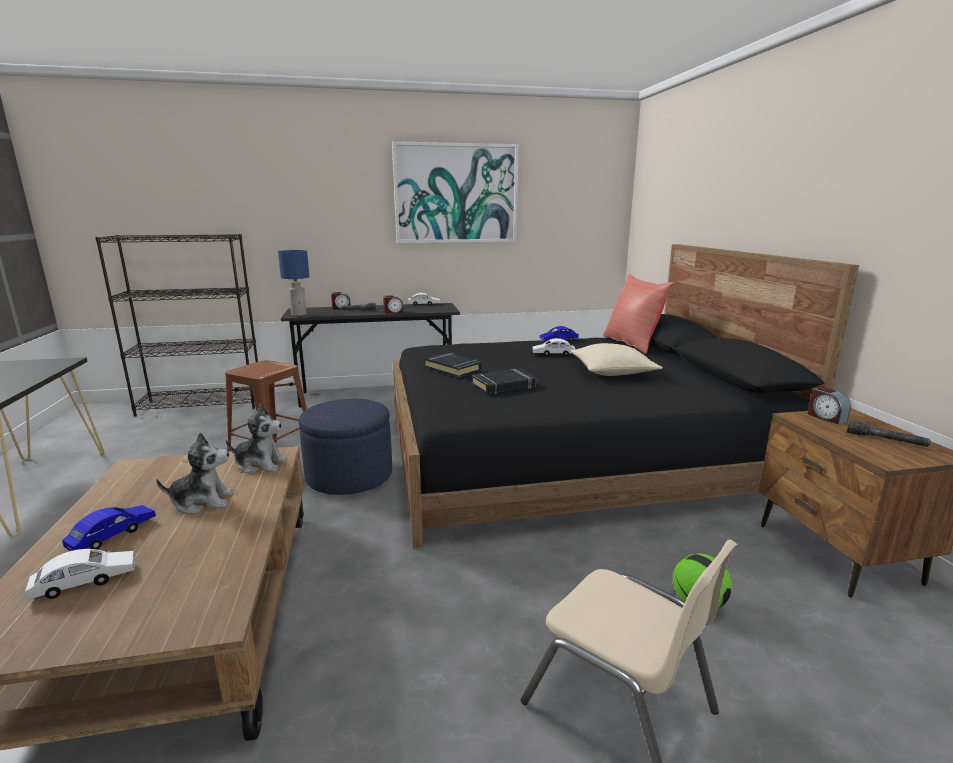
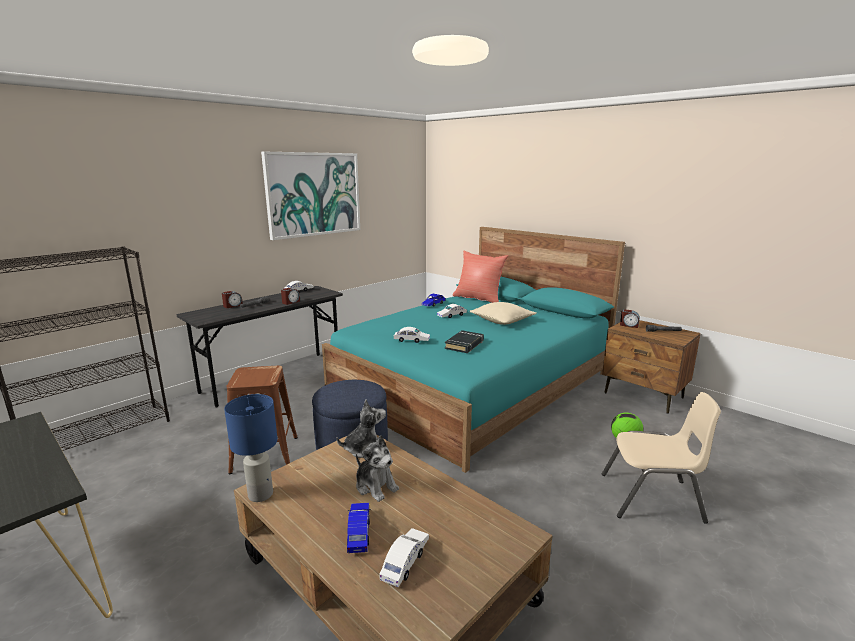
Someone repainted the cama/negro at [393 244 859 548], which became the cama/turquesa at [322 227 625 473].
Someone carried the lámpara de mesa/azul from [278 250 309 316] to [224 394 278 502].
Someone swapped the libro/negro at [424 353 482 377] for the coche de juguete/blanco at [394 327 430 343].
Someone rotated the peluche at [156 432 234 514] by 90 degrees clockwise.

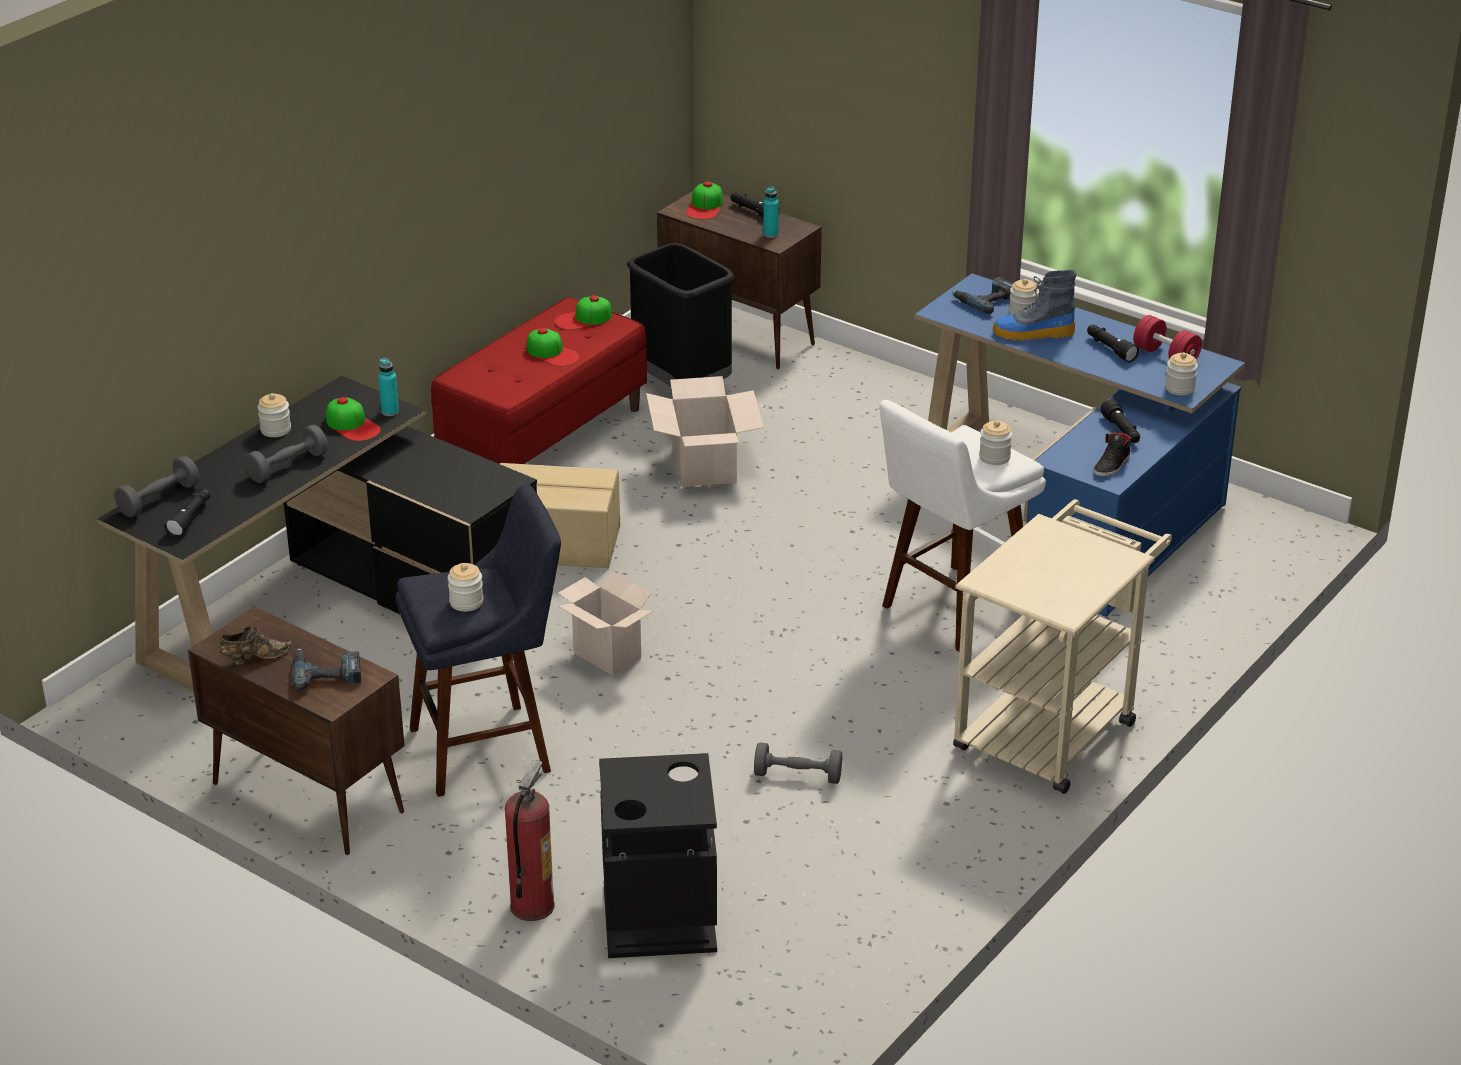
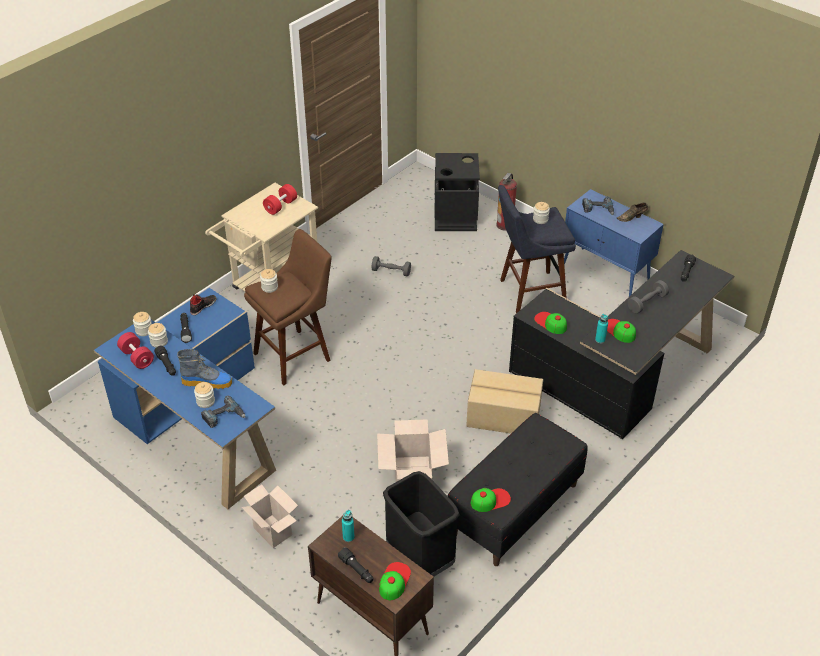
Someone repainted the banco/rojo at [431 297 647 464], which became the banco/negro at [448 413 588 566].
Someone carried the gorra from [527 328 579 366] to [534 312 567 334].
Someone carried the tarro from [257 393 291 437] to [148 323 168 348].
Someone repainted the taburete/blanco at [879 400 1046 652], which became the taburete/marrón at [244 229 332 385].
Someone took away the mancuerna/gris at [115 455 199 518].
Someone carried the caja de cartón from [558 571 653 676] to [242 484 298 548].
Someone repainted the armario/marrón at [188 607 405 855], which became the armario/azul at [564 189 664 297].
Someone put down the mancuerna/rojo at [263 184 297 215].

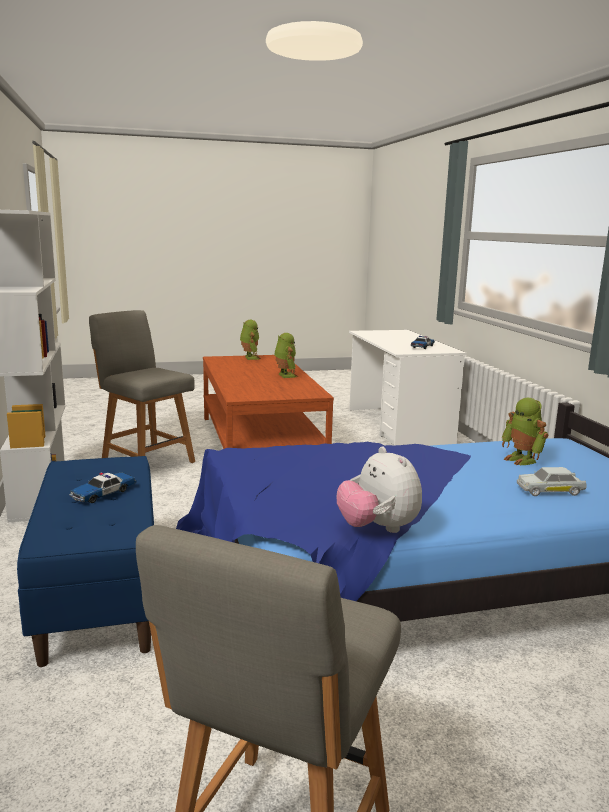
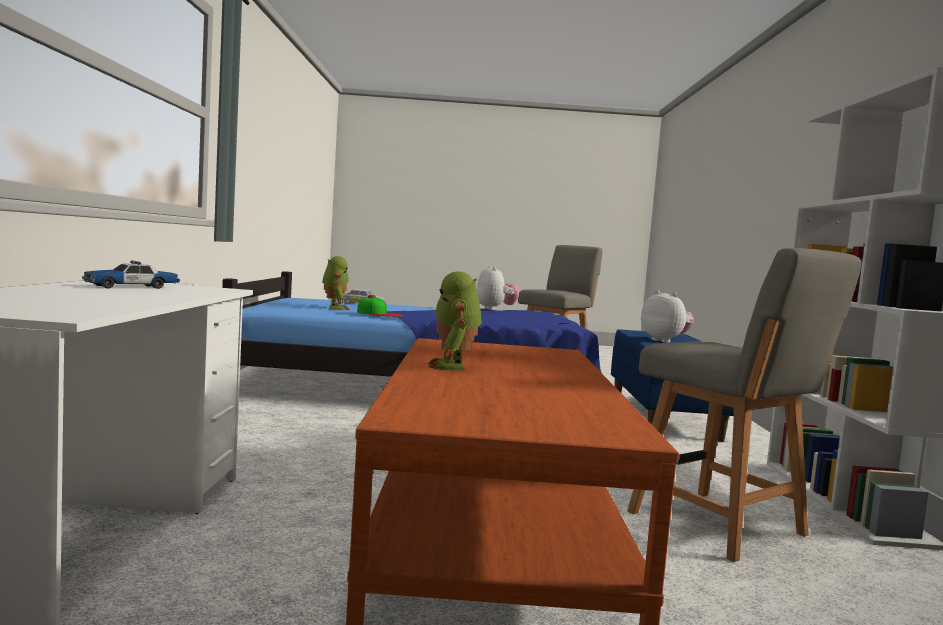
Someone took away the robot de juguete at [240 320 261 360].
Someone swapped the coche de juguete at [69 472 136 503] for the peluche at [641 290 694 343].
Someone put down the gorra at [357 295 404 317].

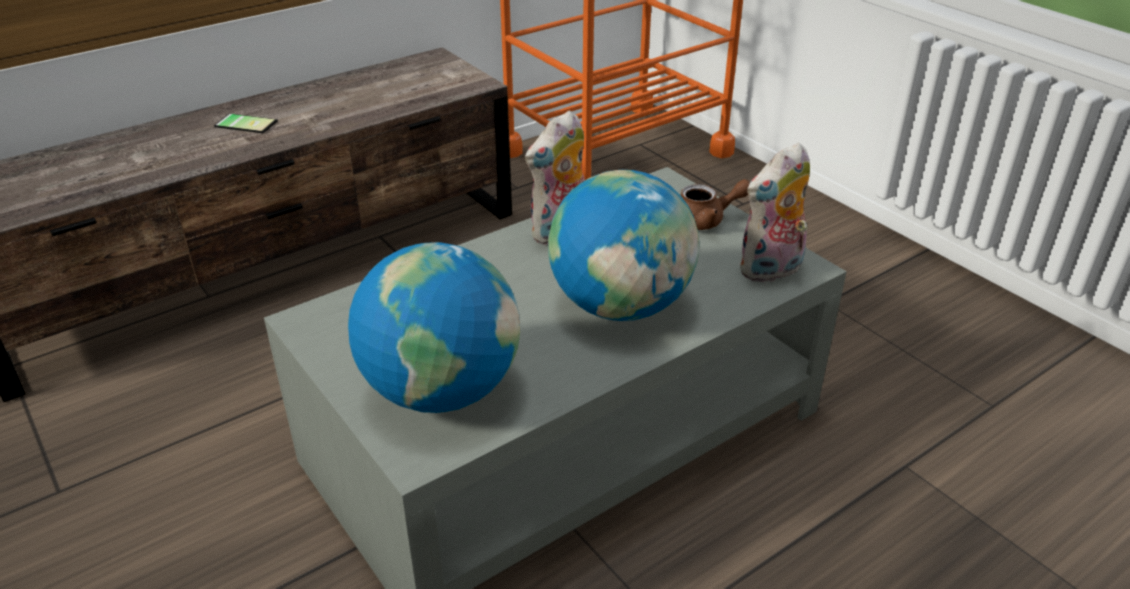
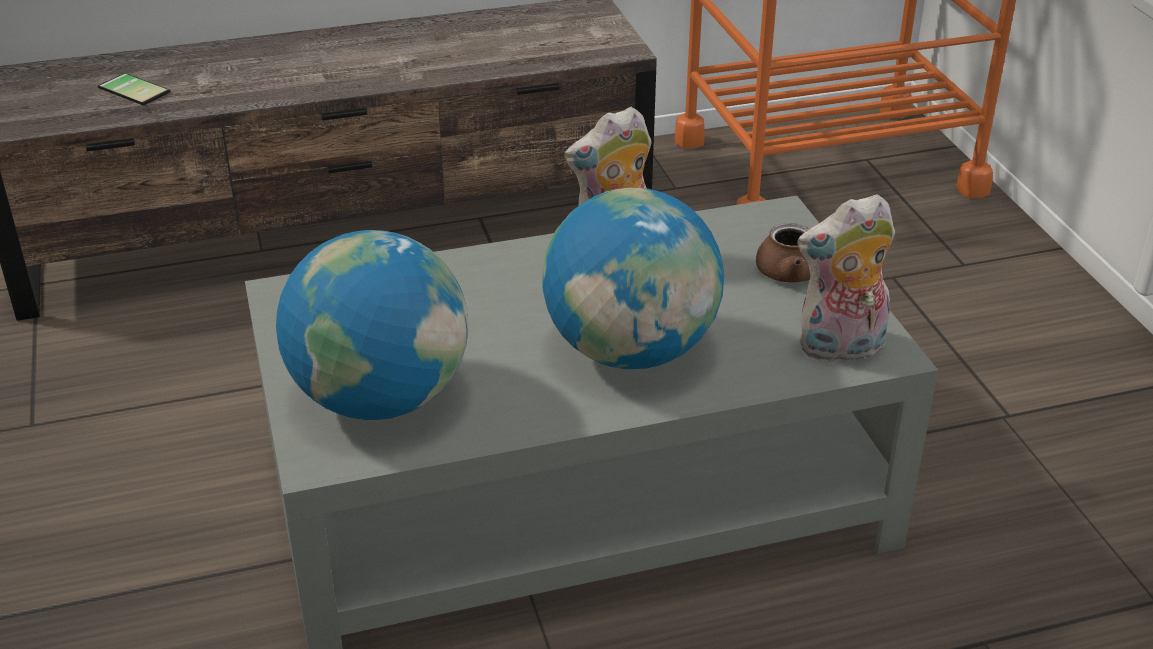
Someone carried the móvil from [214 113 278 134] to [98 73 171 106].

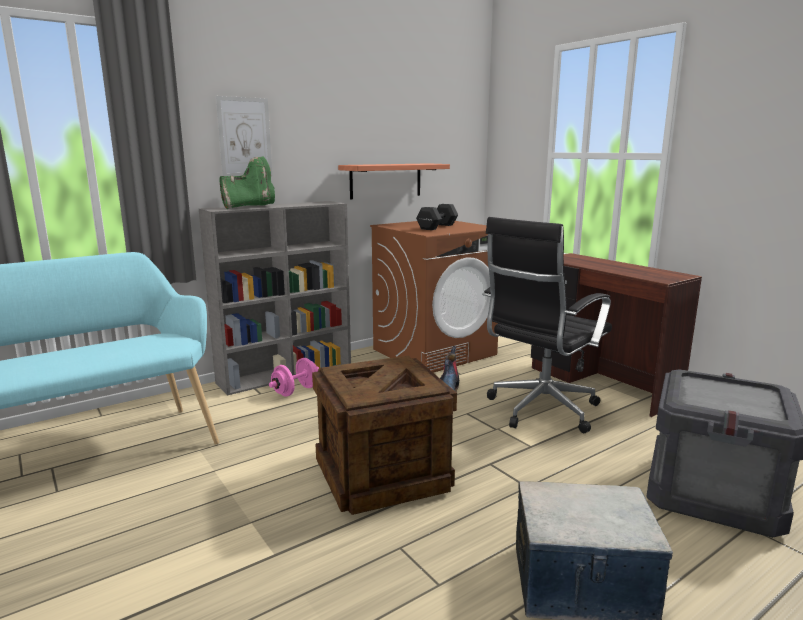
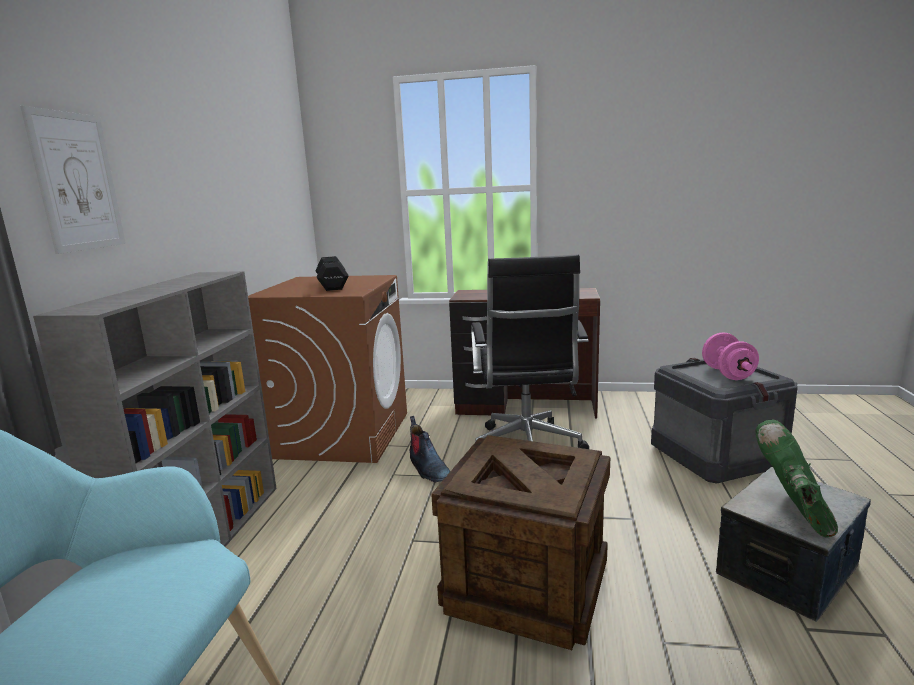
Someone carried the bota/verde from [219 157 275 209] to [755 420 838 538].
Someone took away the estante at [338 163 450 199].
Someone carried the mancuerna/rosa from [269 358 319 397] to [702 332 759 380].

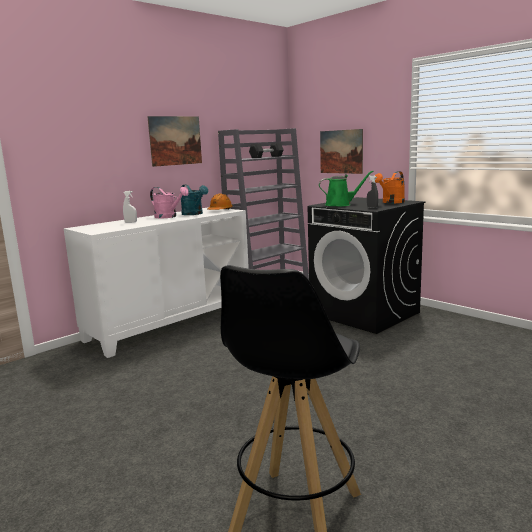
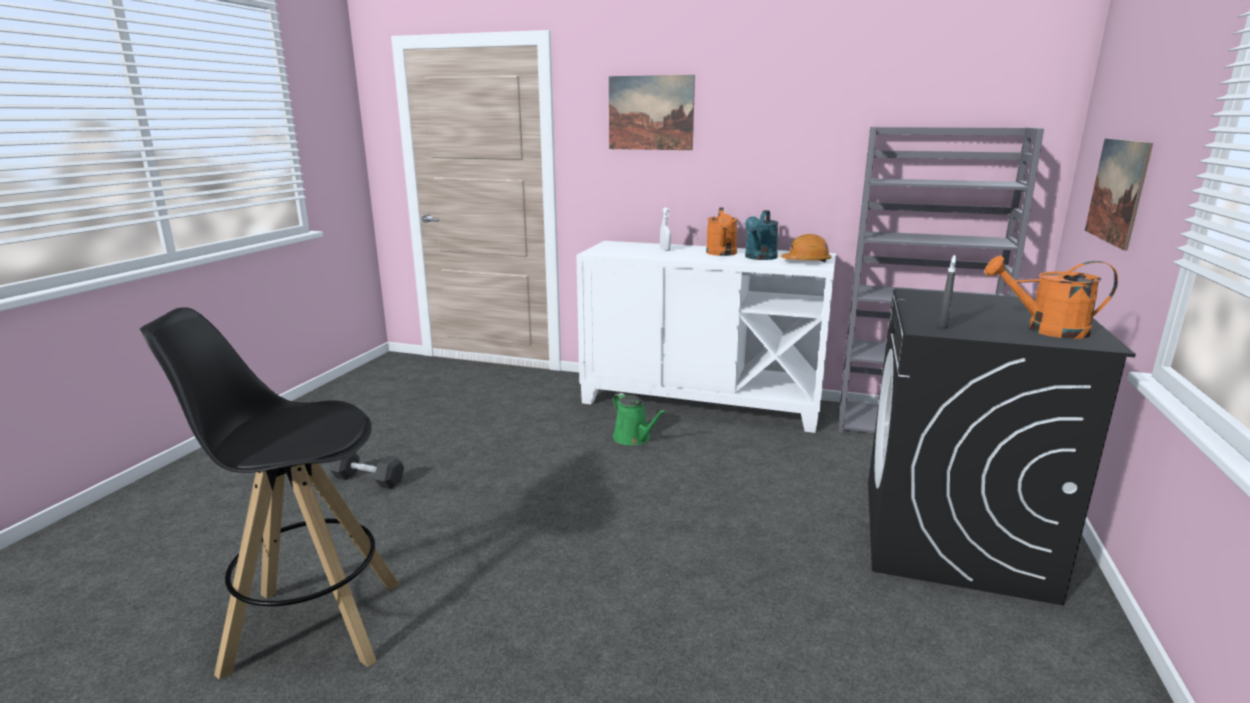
Someone carried the cuadro from [147 116 202 167] to [609 75 695 150].
Someone carried the mancuerna/negro from [249 143 284 158] to [329 452 404 489].
Someone carried the regadera/verde from [319 171 374 206] to [613 393 666 445].
Someone repainted the regadera/rosa at [150 187 189 218], which became the regadera/naranja at [706 207 738 256].

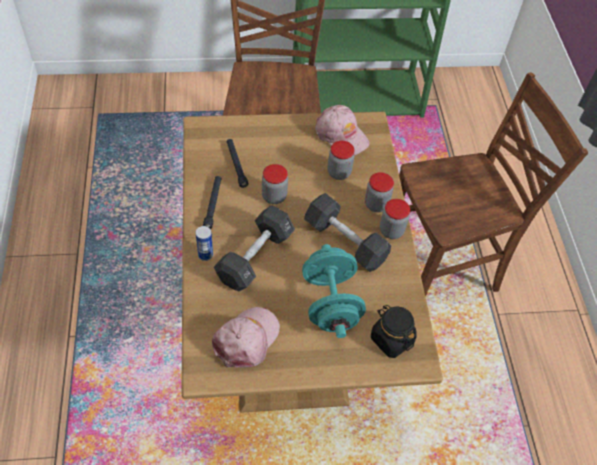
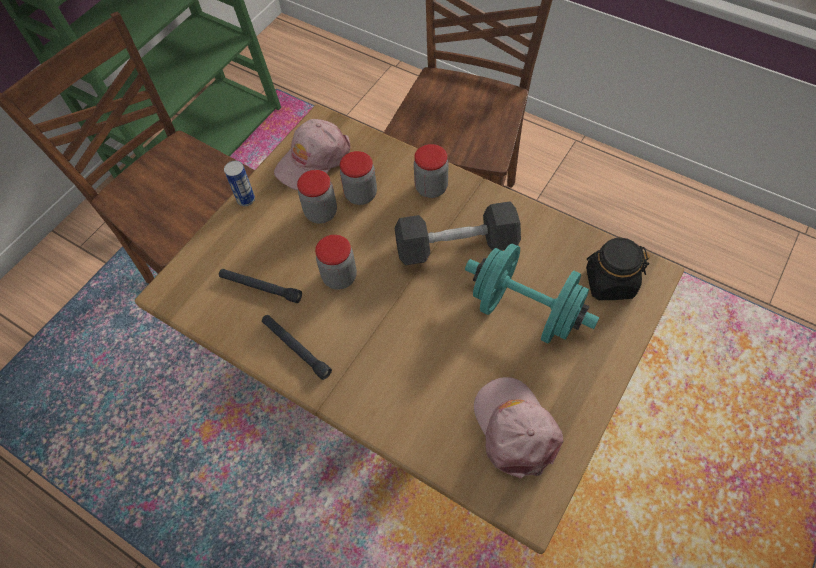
Someone rotated the gorra/rosa at [315 105 370 156] by 135 degrees clockwise.
Someone carried the tarro from [380 199 410 239] to [297 170 337 224].
Someone took away the mancuerna/negro at [214 205 295 291].
Someone carried the lata from [196 226 213 261] to [224 161 255 206].

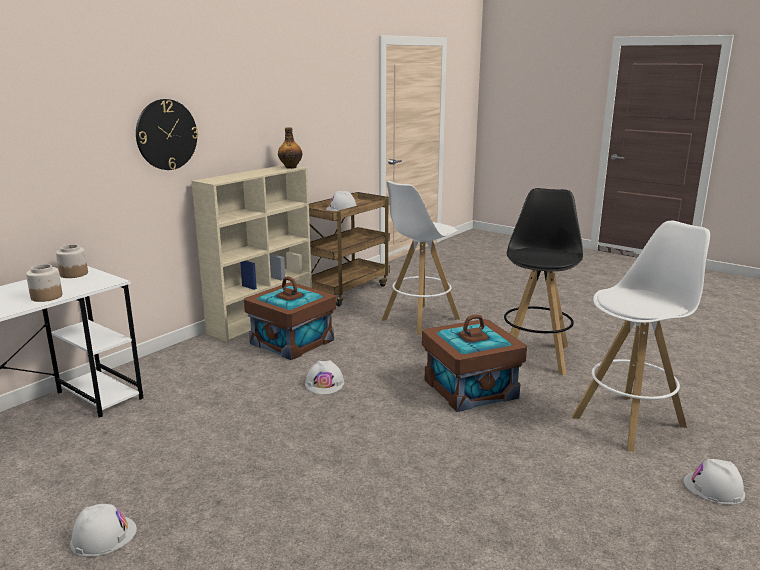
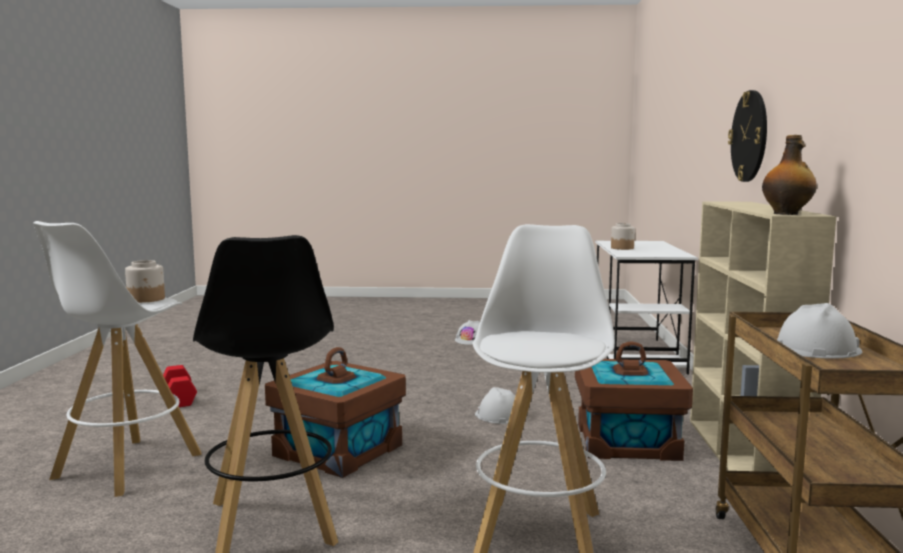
Someone carried the tarro from [56 245 88 278] to [125 260 165 303].
Someone took away the casco/blanco at [683 459 745 504].
Someone put down the mancuerna/rojo at [163 365 197 407].

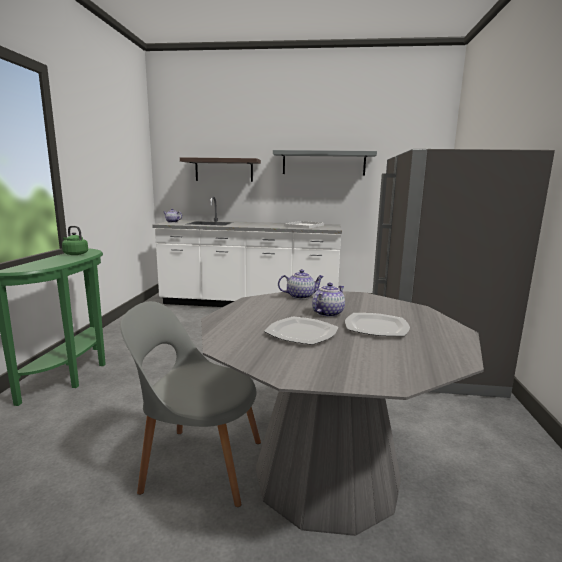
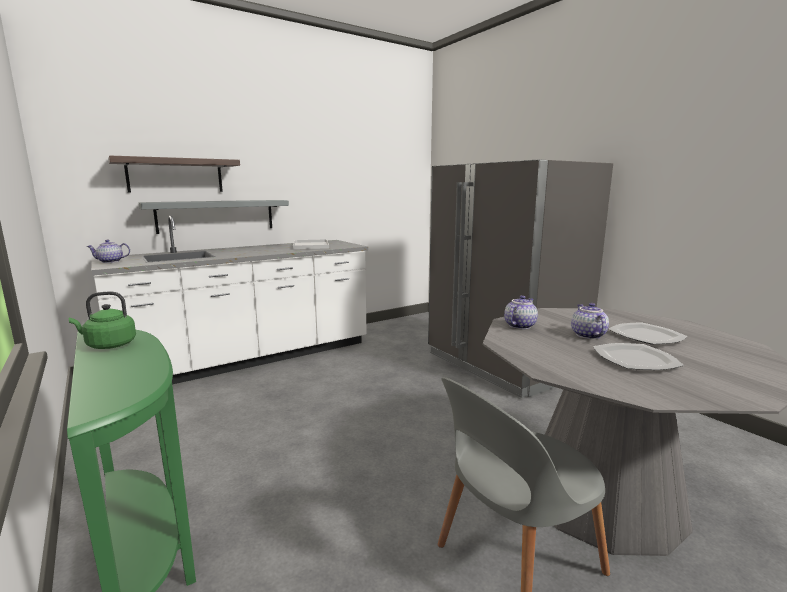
Someone carried the estante/gris from [273 150 377 175] to [139 200 289 234].

